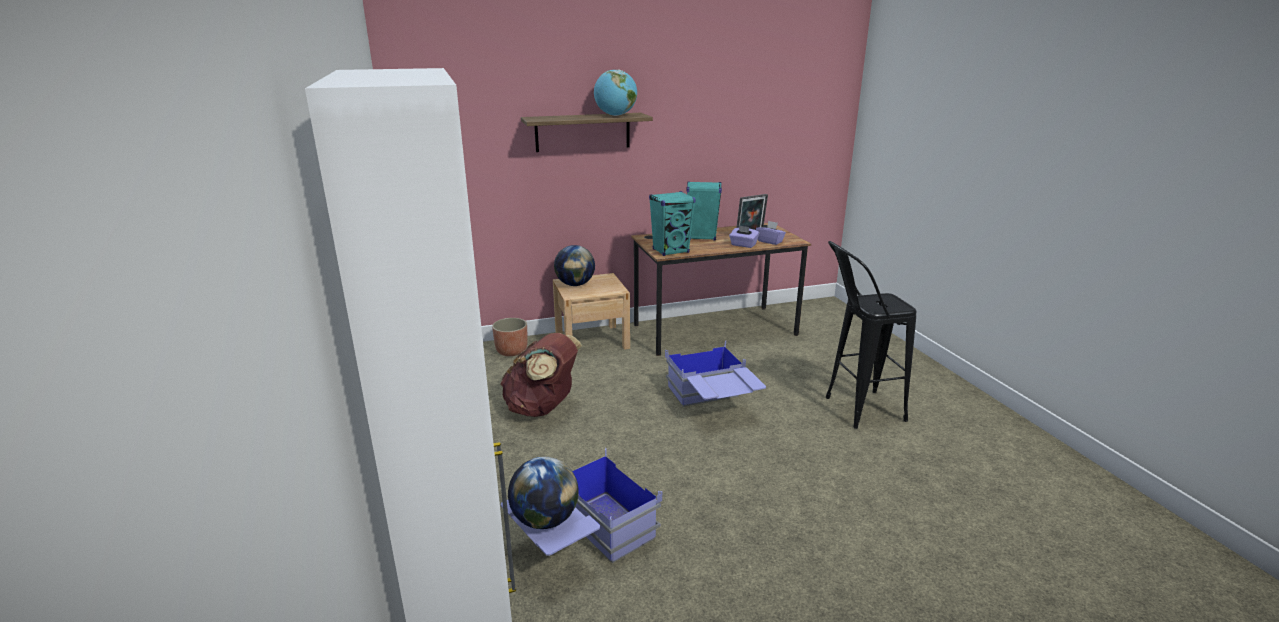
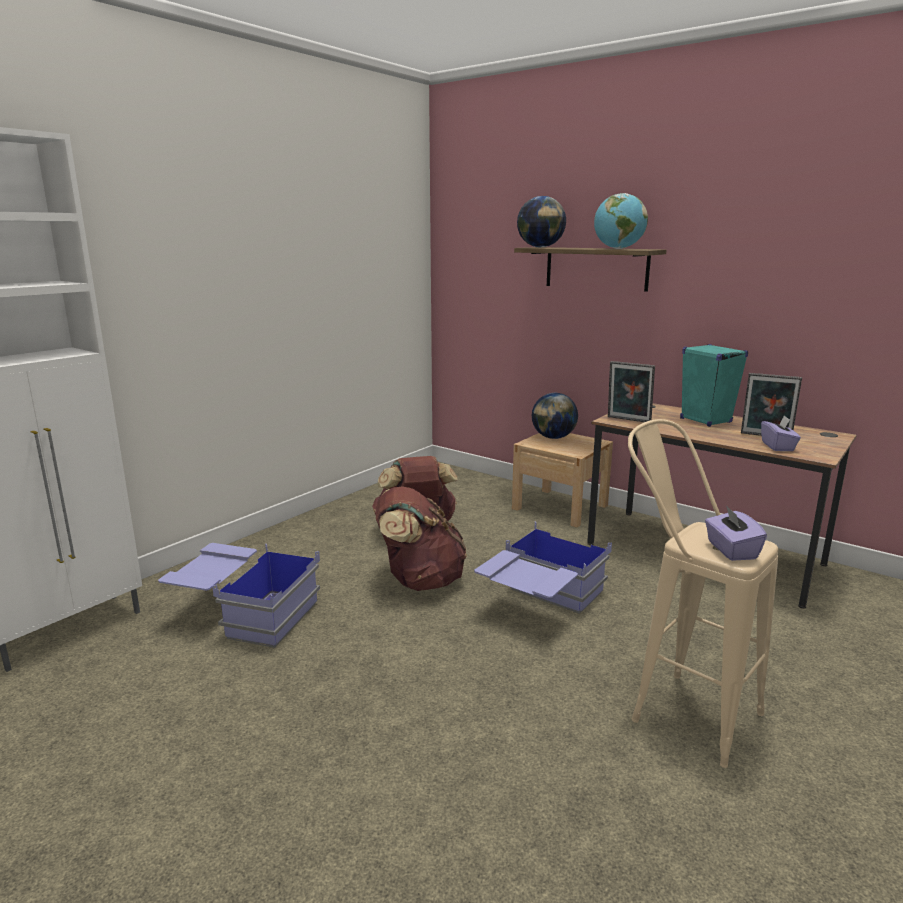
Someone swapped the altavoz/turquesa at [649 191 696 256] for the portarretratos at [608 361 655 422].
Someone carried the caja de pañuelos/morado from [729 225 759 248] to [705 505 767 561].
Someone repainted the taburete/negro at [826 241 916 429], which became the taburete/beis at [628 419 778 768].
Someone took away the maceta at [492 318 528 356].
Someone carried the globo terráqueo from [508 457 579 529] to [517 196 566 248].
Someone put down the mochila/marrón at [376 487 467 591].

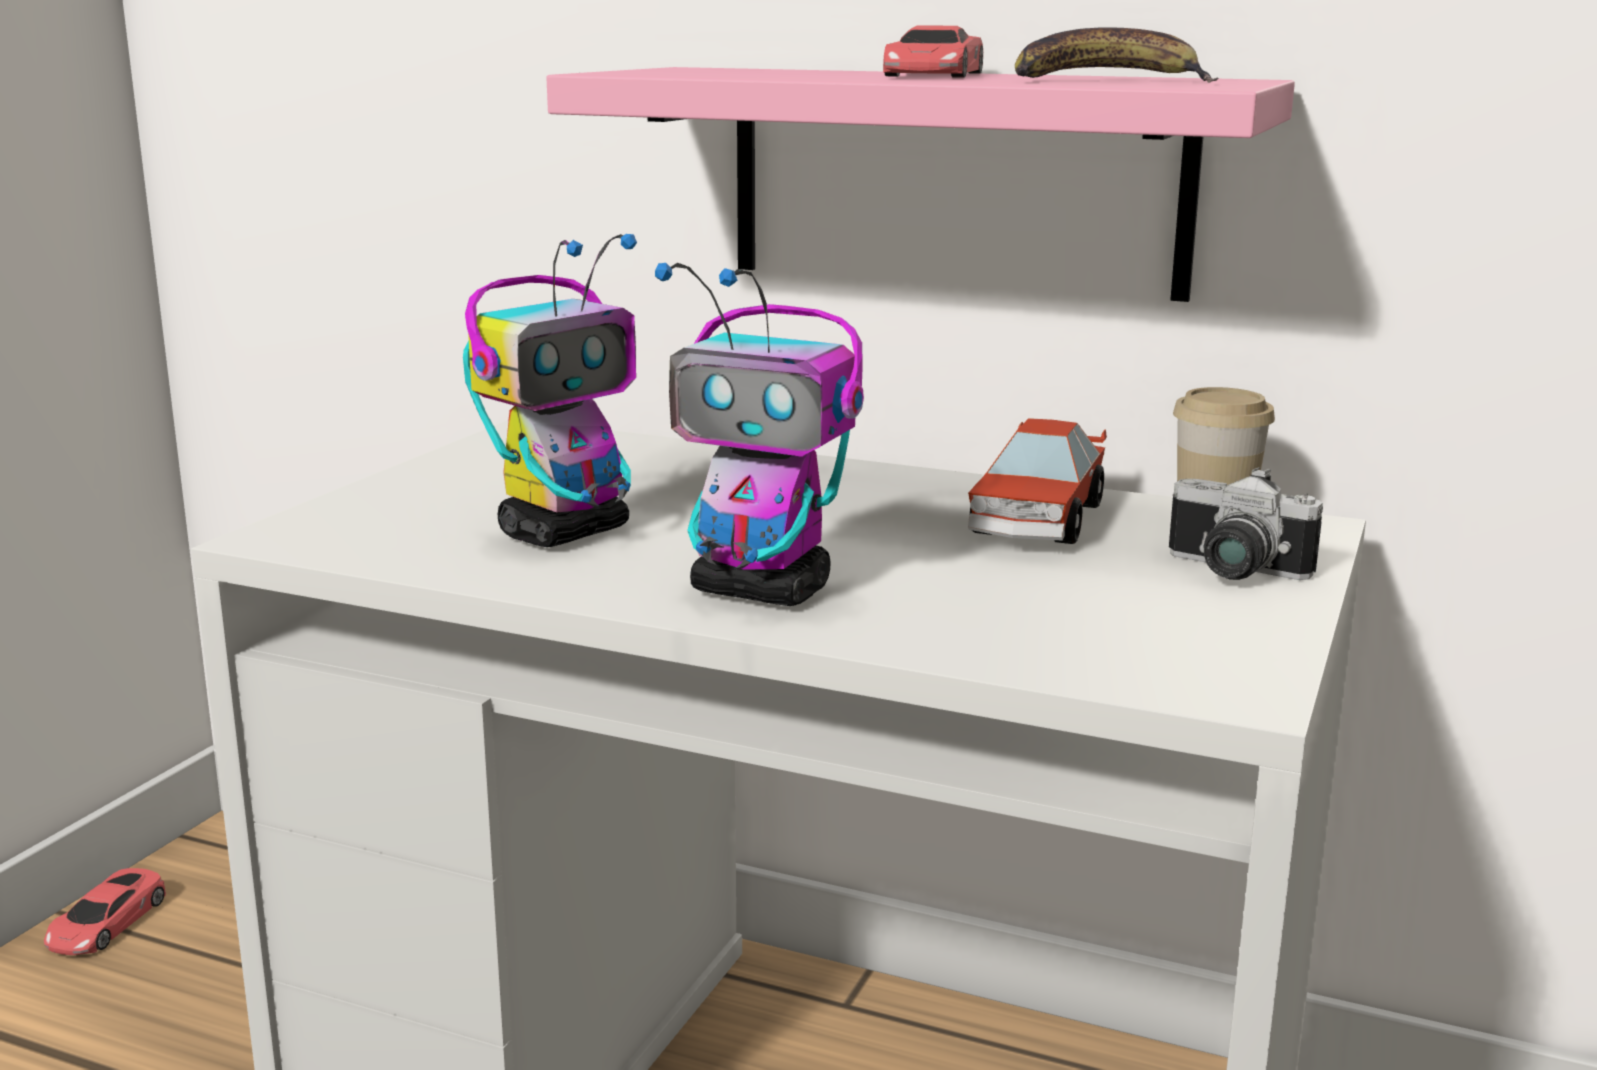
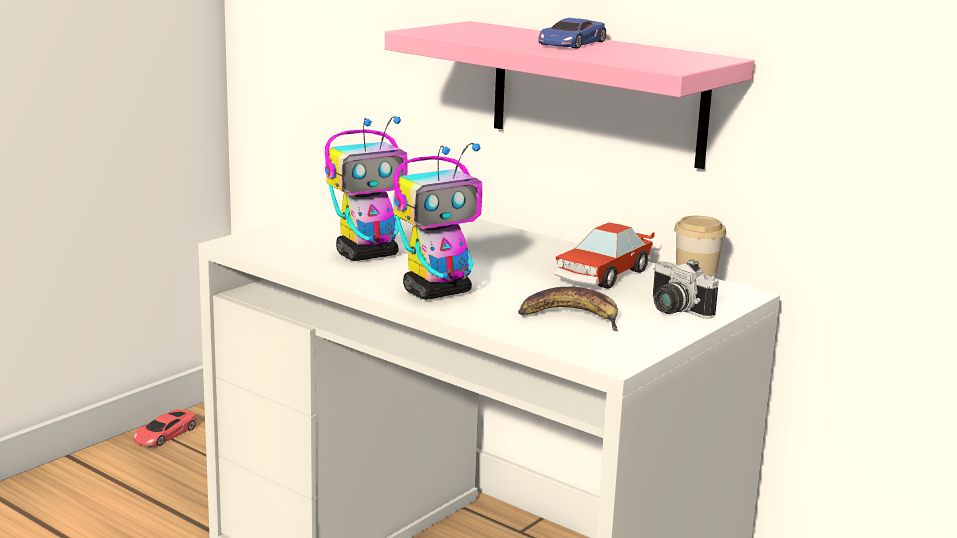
Someone repainted the coche de juguete/rojo at [883 25 983 78], which became the coche de juguete/azul at [538 18 606 49].
Someone carried the plátano from [1015 27 1218 83] to [518 287 618 332].
Someone rotated the robot de juguete at [655 263 864 606] by 75 degrees counterclockwise.

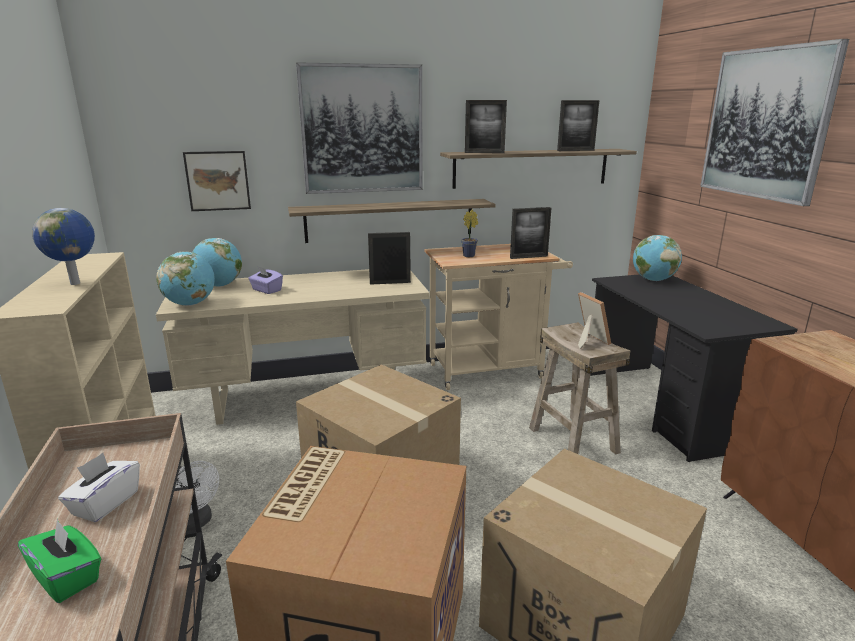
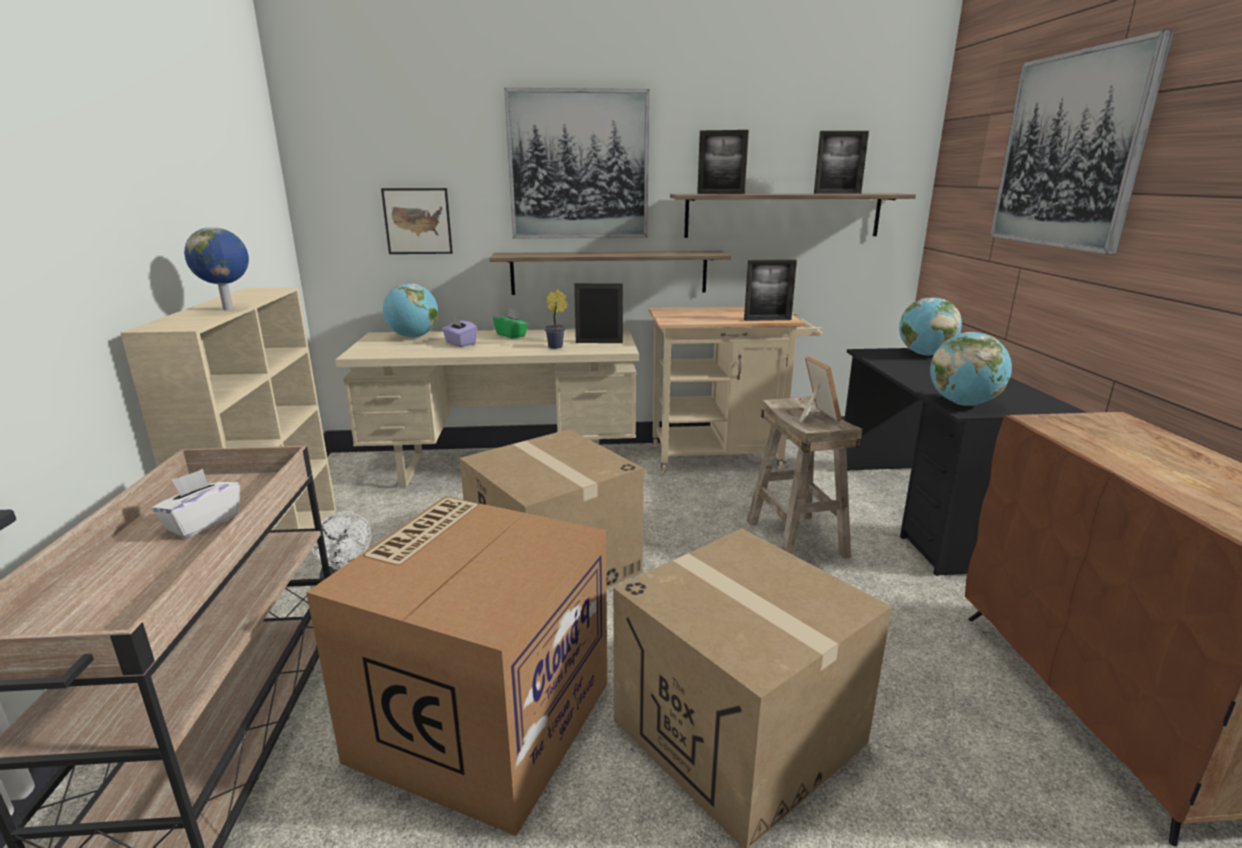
Someone carried the planta en maceta from [461 210 478 257] to [544 290 567 349].
Someone carried the globo terráqueo from [156 252 215 306] to [930 332 1012 406].
Someone carried the caja de pañuelos/verde from [18 518 101 603] to [493 309 528 339].

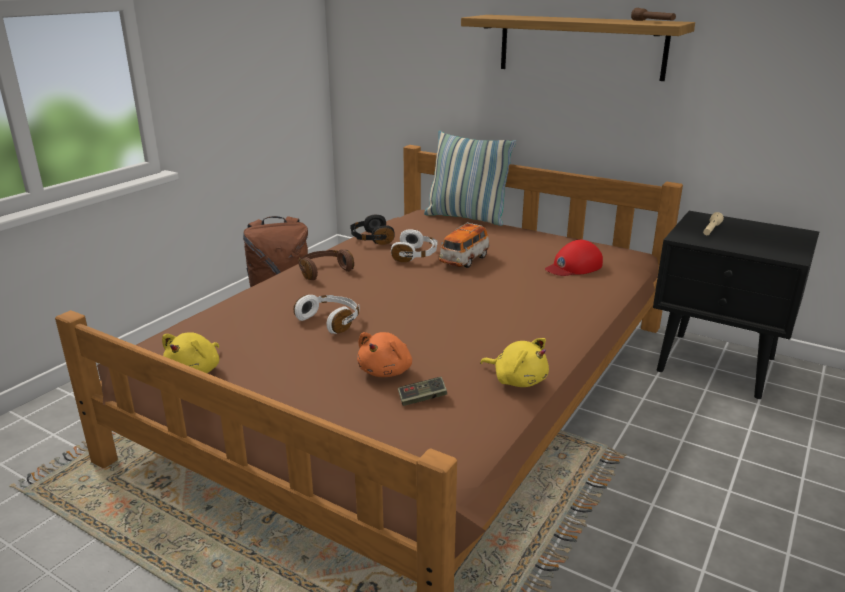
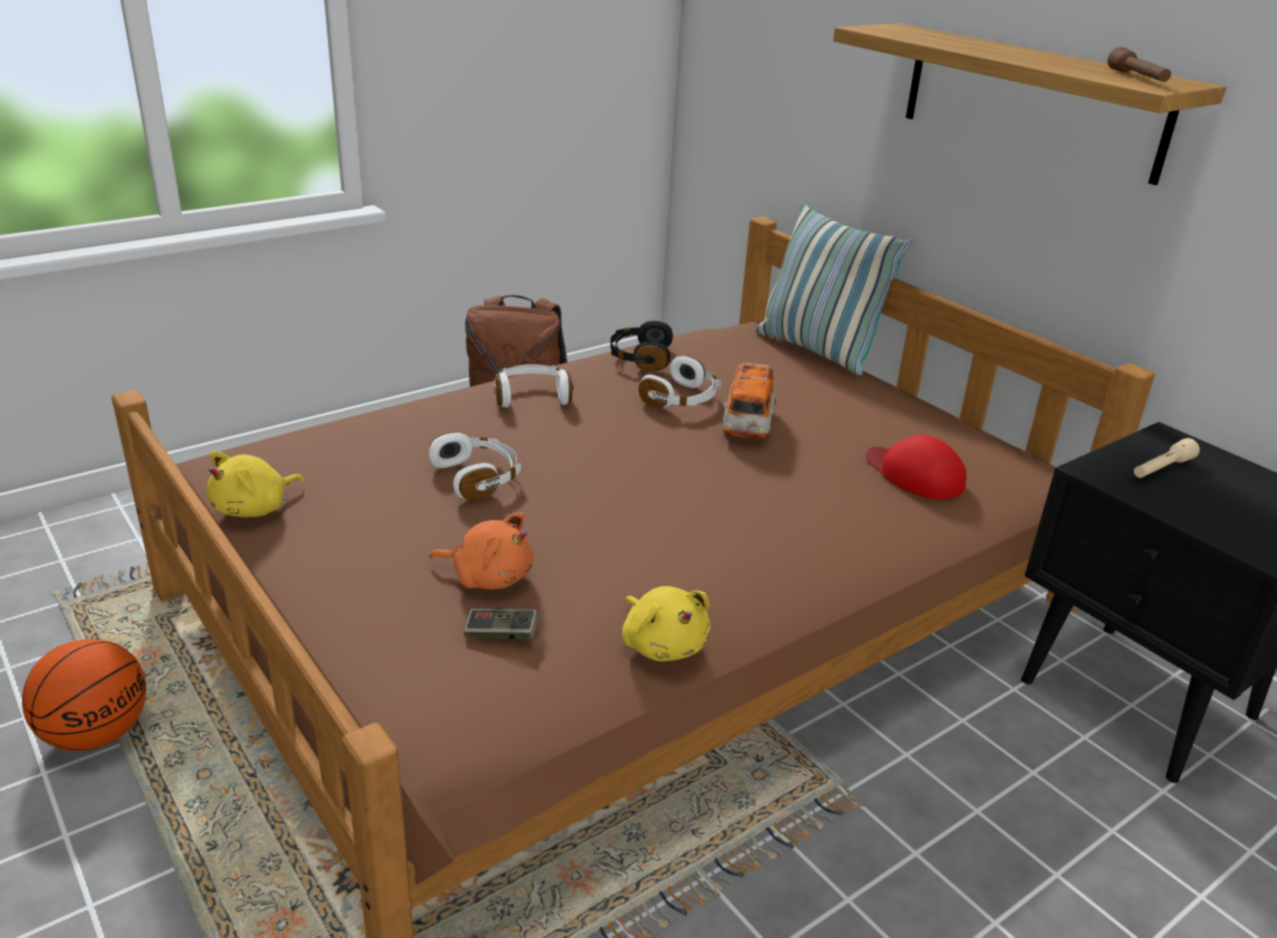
Someone rotated the coche de juguete at [439 222 489 268] by 45 degrees counterclockwise.
Someone rotated the gorra/rojo at [545 240 603 276] by 60 degrees clockwise.
Someone repainted the auriculares/marrón at [298 249 354 280], which became the auriculares/blanco at [494 364 573 408].
Someone rotated the peluche/naranja at [357 332 412 377] by 120 degrees counterclockwise.
Someone put down the balón de baloncesto at [22 639 146 751].

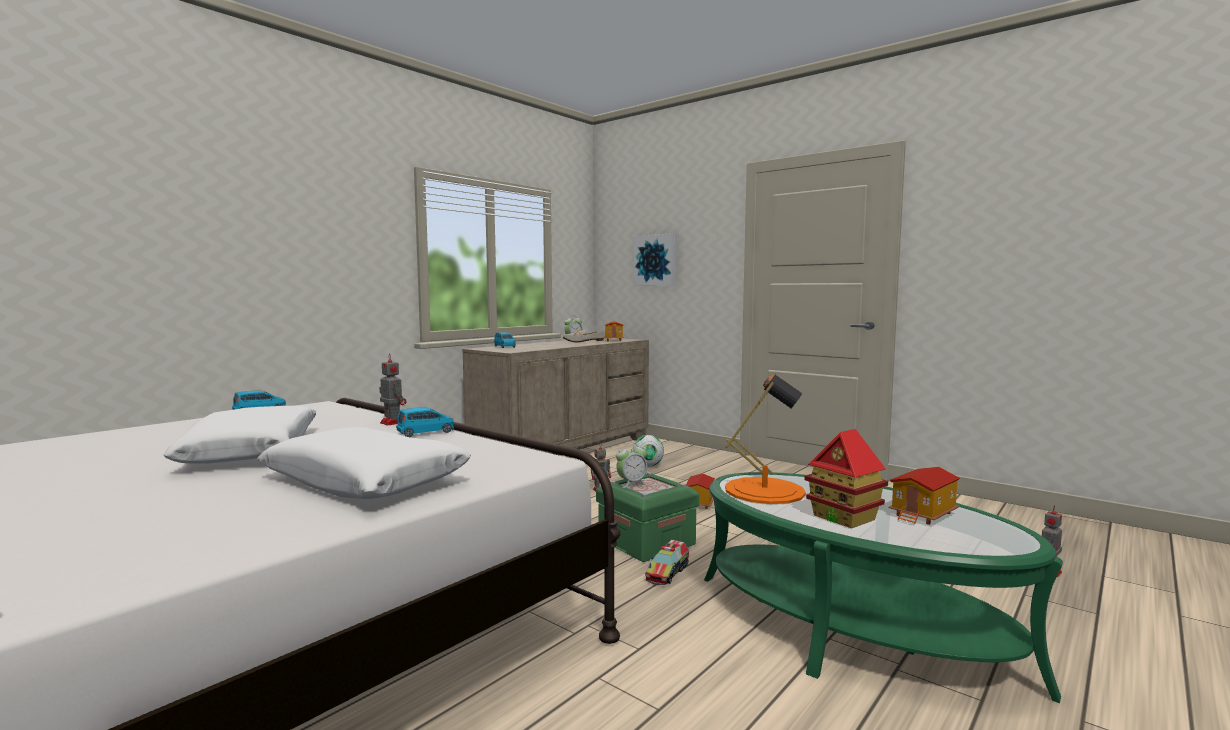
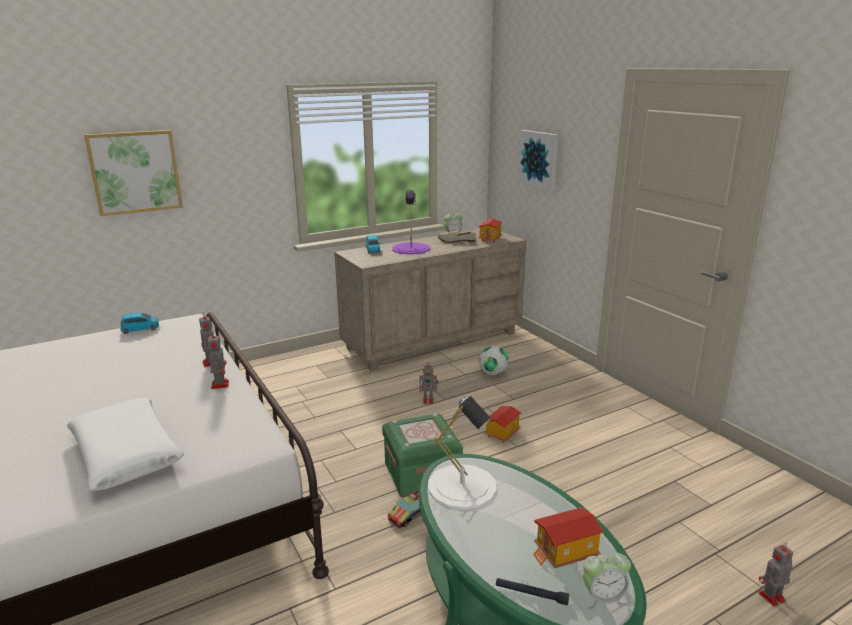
Someone repainted the lámpara de mesa/naranja at [725 375 806 504], which became the lámpara de mesa/blanco at [428 396 497 509].
Someone took away the cojín/blanco at [163 406 317 463].
Someone swapped the coche de juguete/azul at [396 407 454 437] for the robot de juguete at [208 331 229 389].
Someone took away the casita at [804 429 888 528].
Someone carried the despertador from [616 443 648 488] to [583 550 631 610].
Someone put up the cuadro at [84 130 183 216].
Someone put down the lámpara de mesa/morado at [392 190 430 254].
Someone put down the linterna/negro at [496 578 569 605].

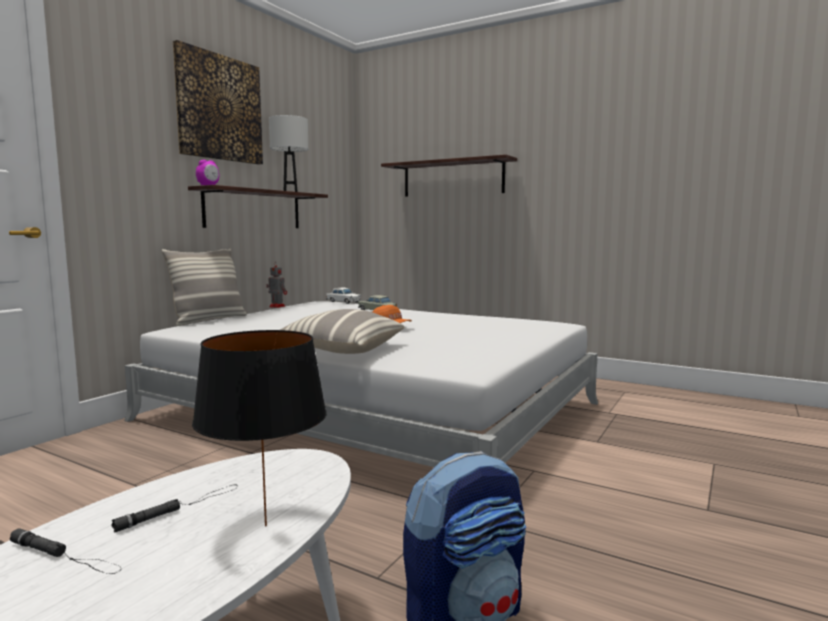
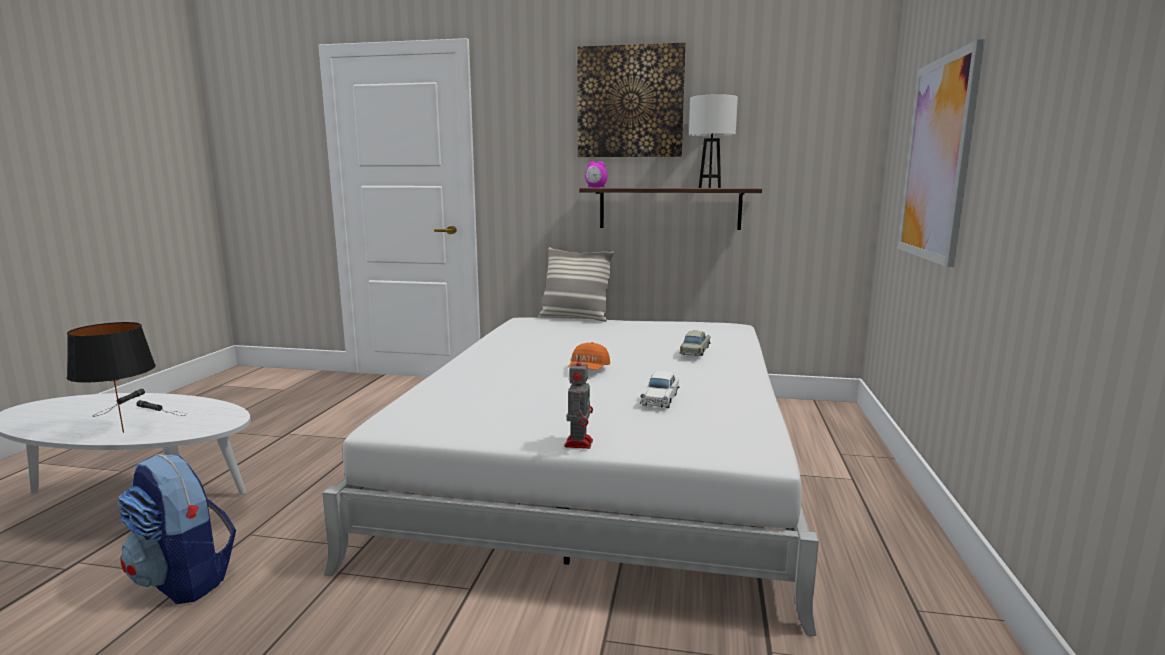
Someone swapped the estante at [381 154 517 197] for the cuadro at [898 39 985 267].
Someone carried the robot de juguete from [267 262 287 308] to [564 354 593 449].
Someone carried the coche de juguete/blanco from [326 288 361 304] to [640 371 679 408].
Someone took away the cojín at [280 309 404 354].

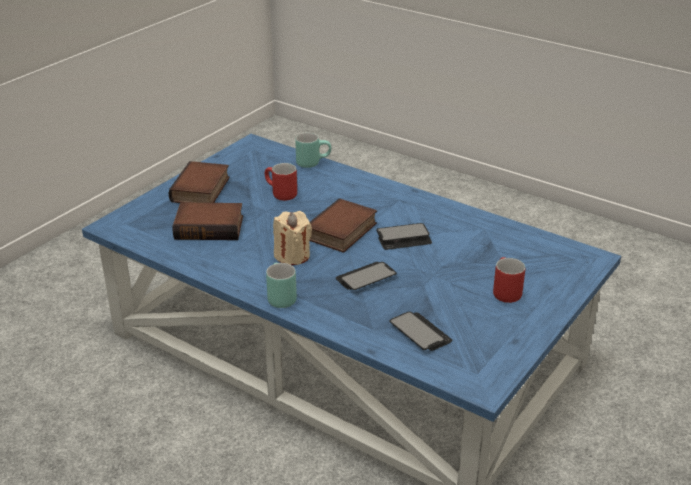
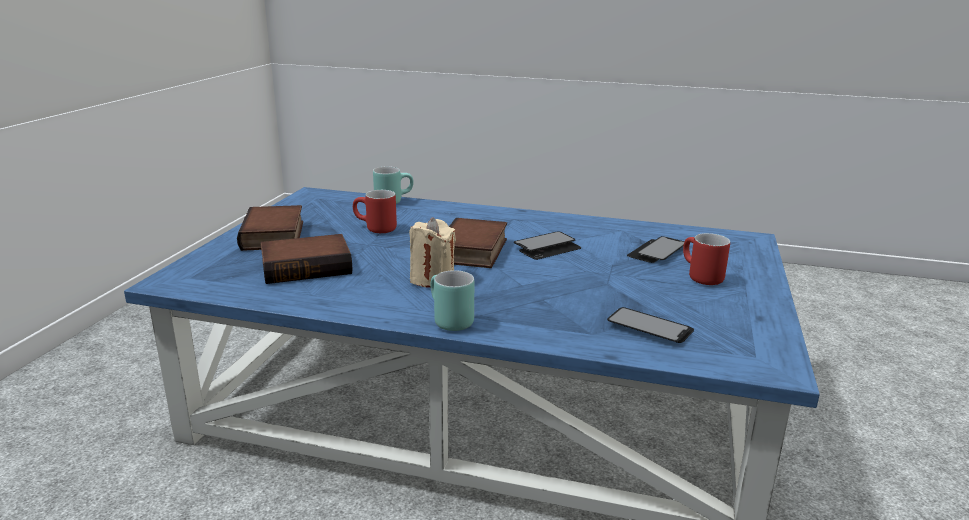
Someone carried the móvil from [336 262 397 290] to [627 236 685 263].

